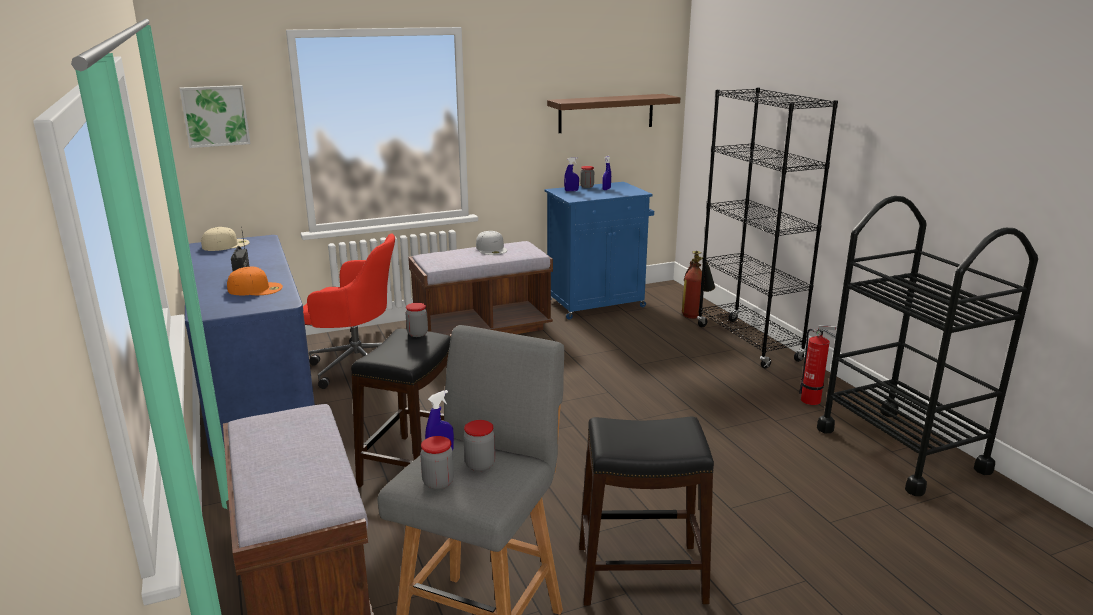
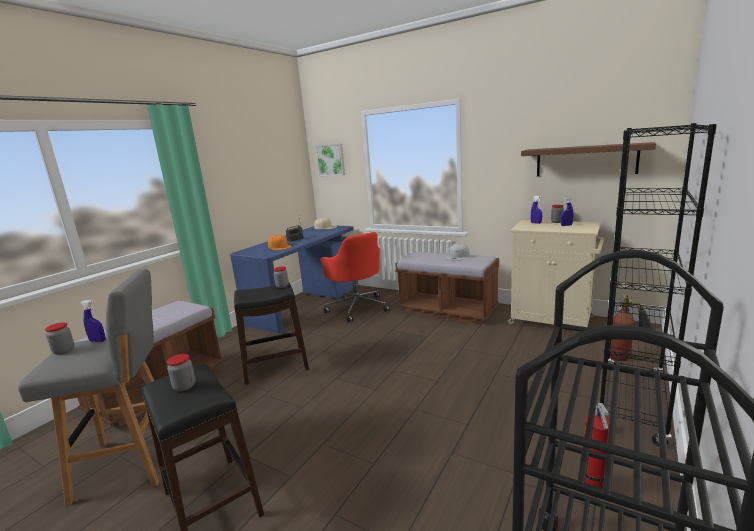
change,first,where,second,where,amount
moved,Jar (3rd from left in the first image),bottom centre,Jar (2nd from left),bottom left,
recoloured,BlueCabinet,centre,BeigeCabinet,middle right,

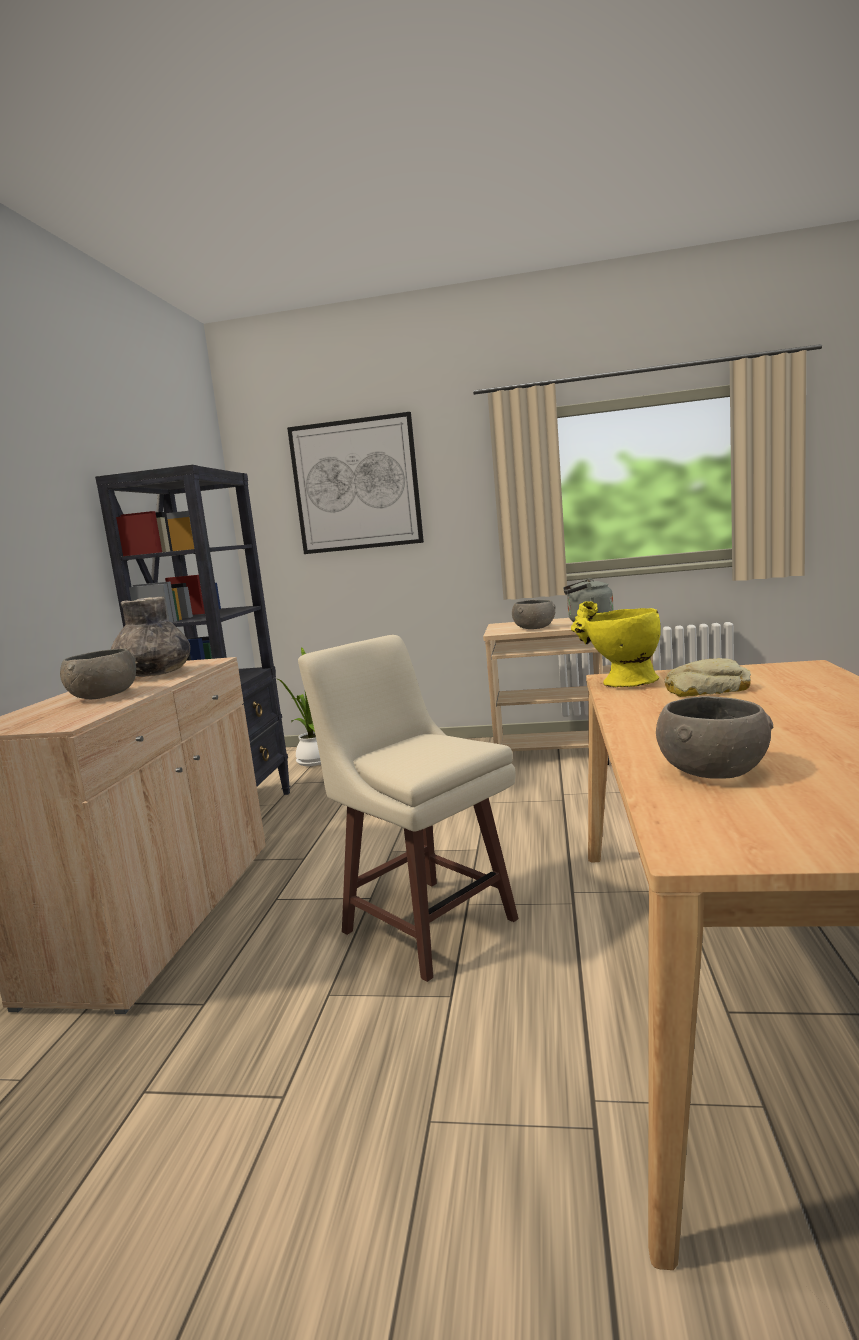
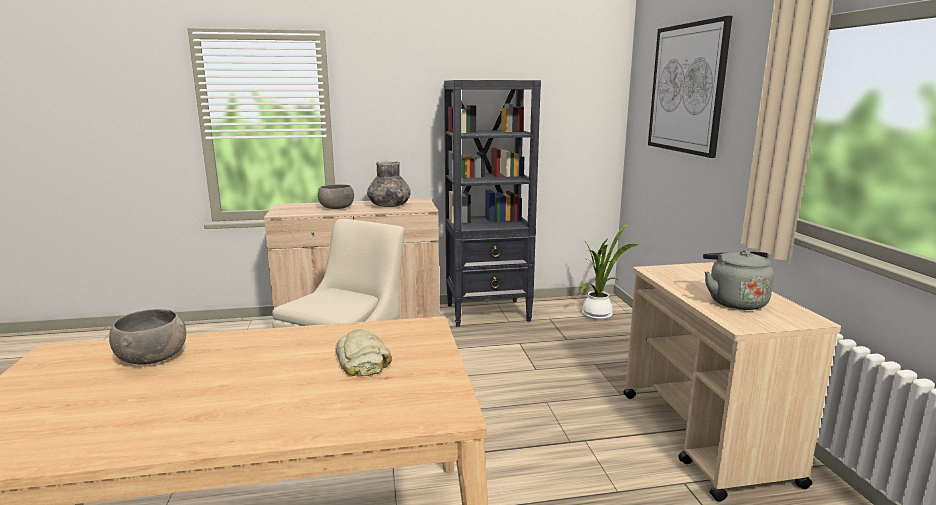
change,first,where,second,where,amount
removed,GreyBowl (2nd from left),centre,,,
removed,YellowVase,middle right,,,

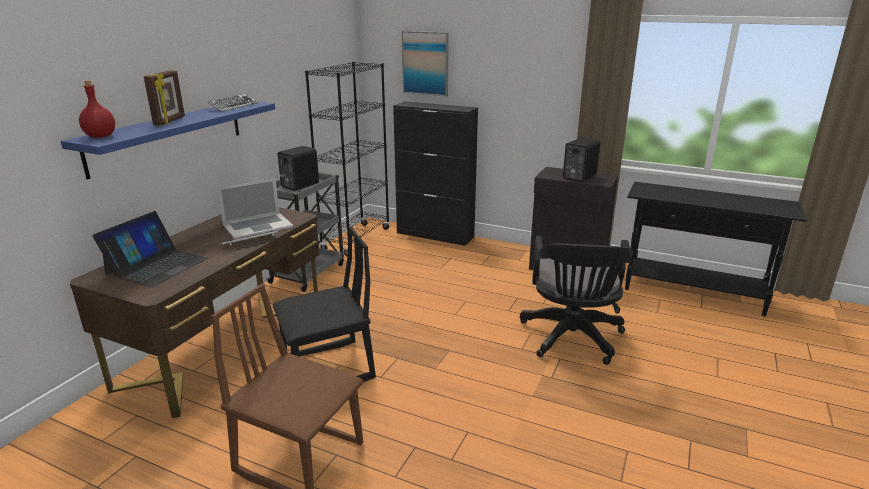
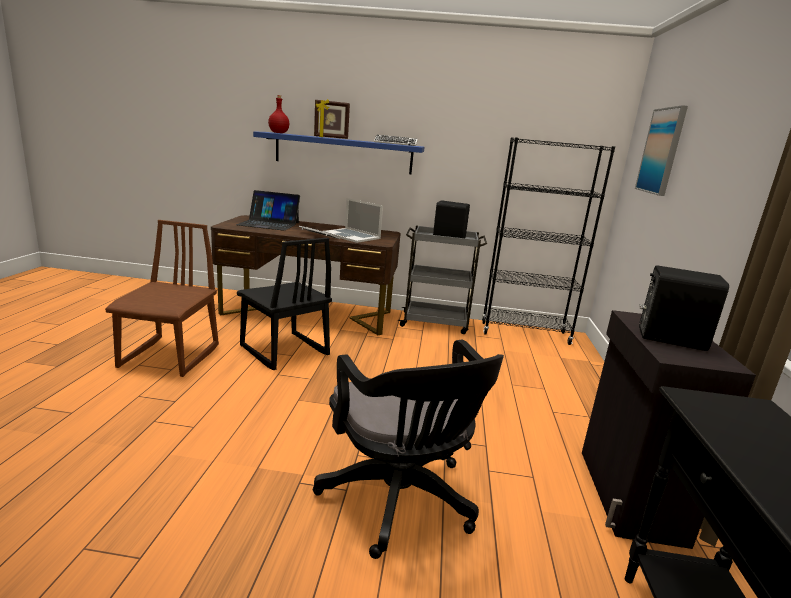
change,first,where,second,where,amount
removed,BlackCabinet (1st from left),centre,,,
turned,BlackOfficeChair,centre,,bottom centre,105 degrees counterclockwise

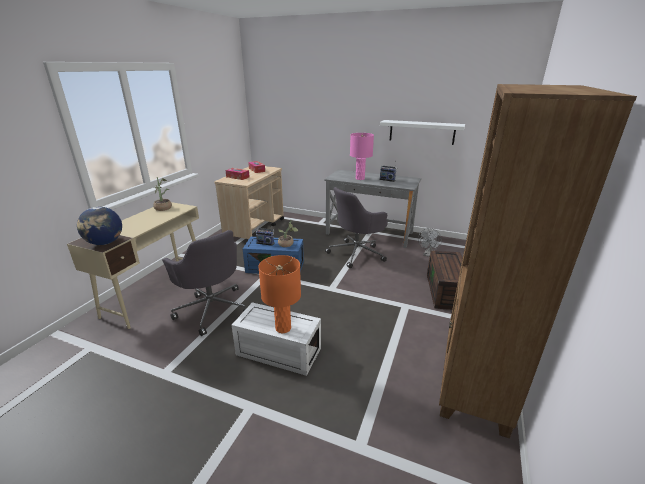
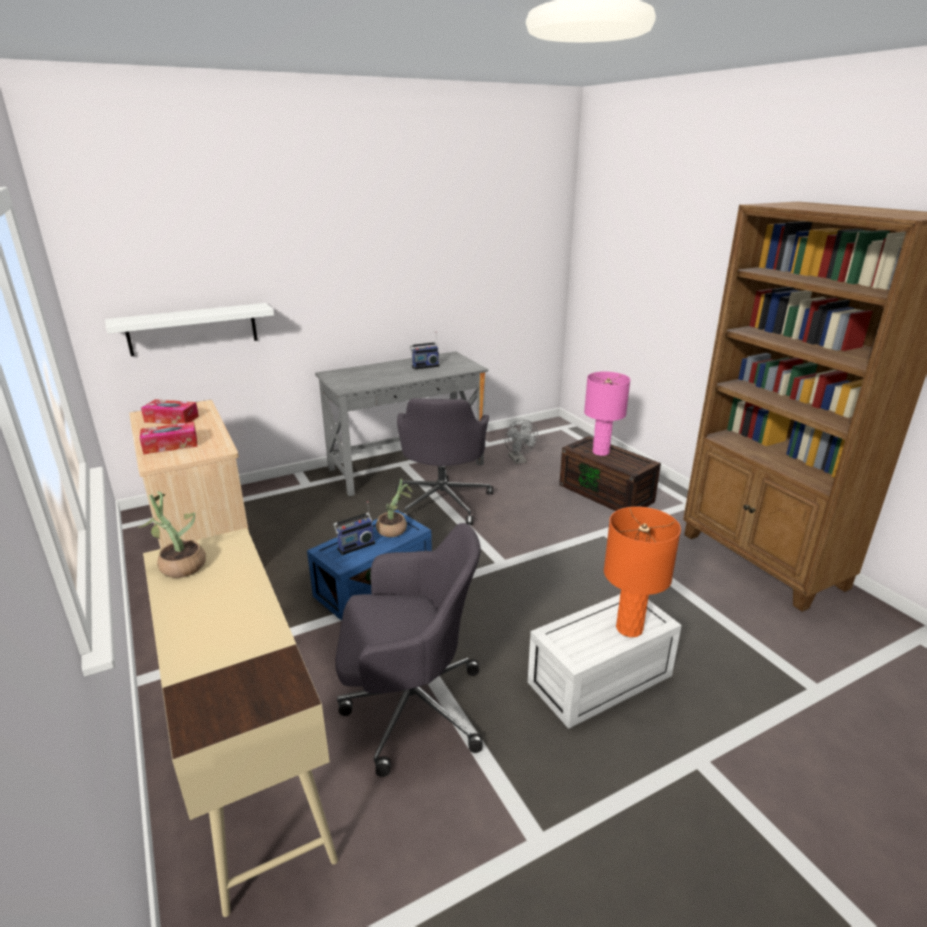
change,first,where,second,where,amount
removed,Globe,middle left,,,
moved,PinkTableLamp,top centre,,centre,
moved,WhiteShelf,top centre,,middle left,

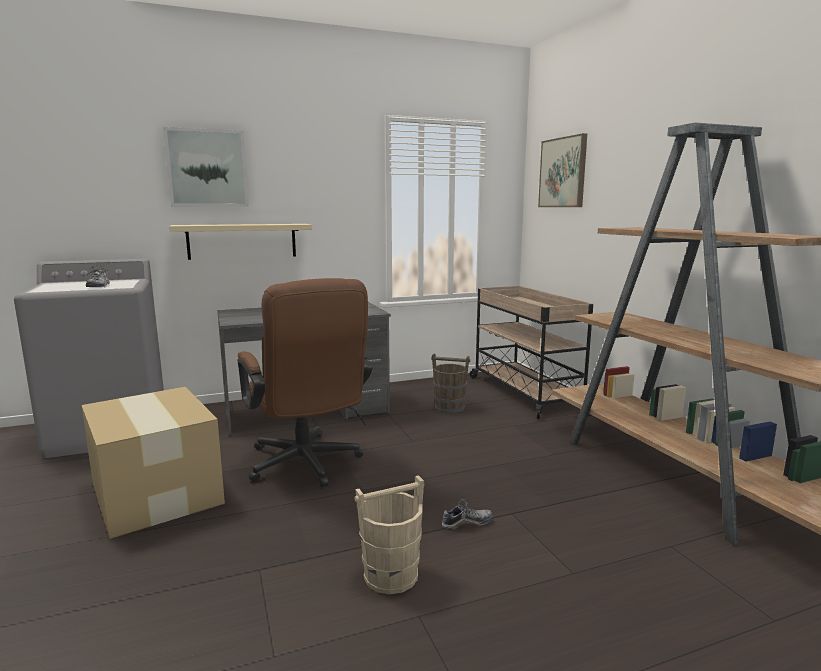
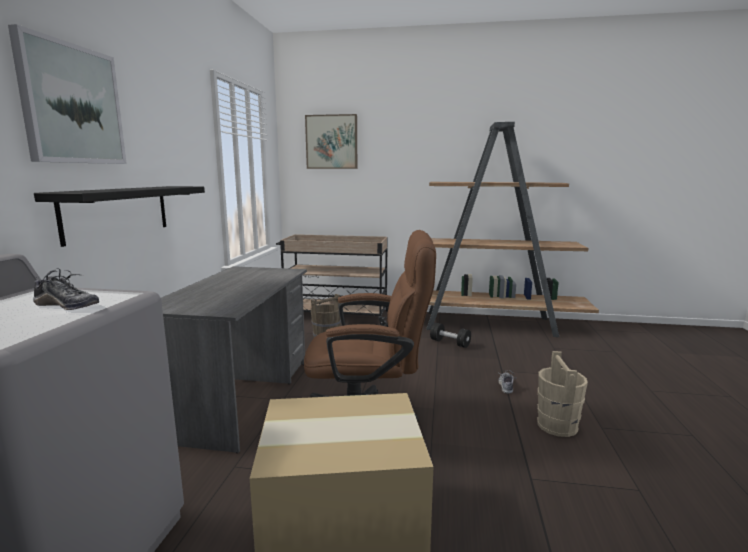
change,first,where,second,where,amount
recoloured,BeigeShelf,middle left,BlackShelf,middle left,
added,,,BlackDumbbell,centre,

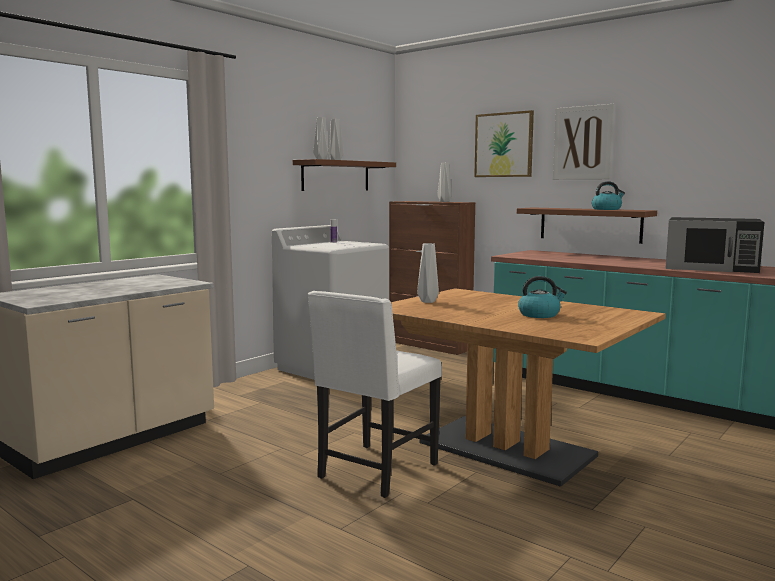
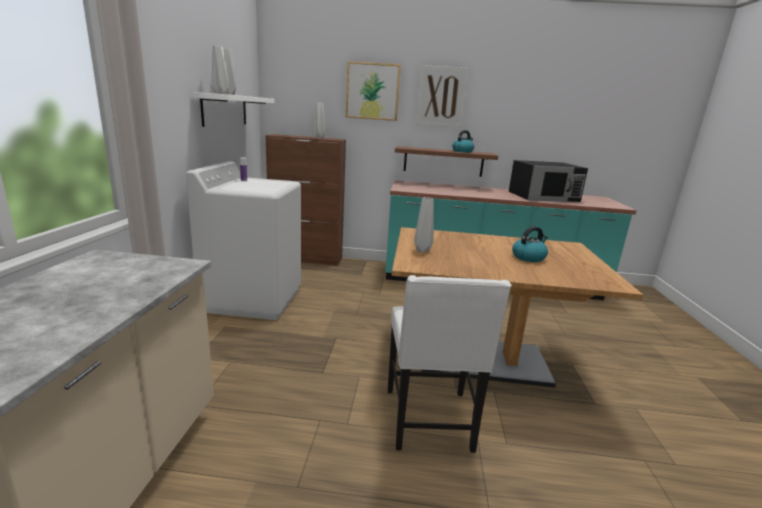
change,first,where,second,where,amount
recoloured,BrownShelf (1st from left),top centre,WhiteShelf,top left,

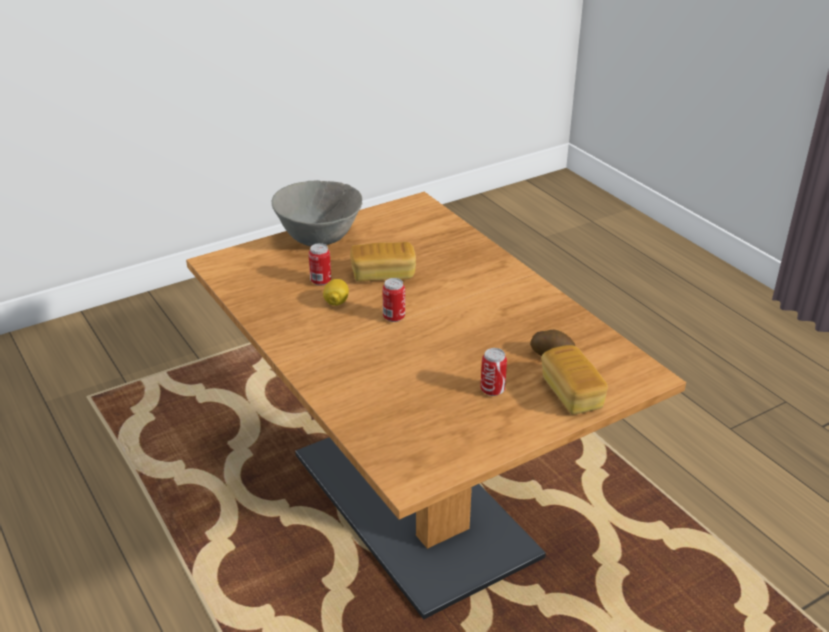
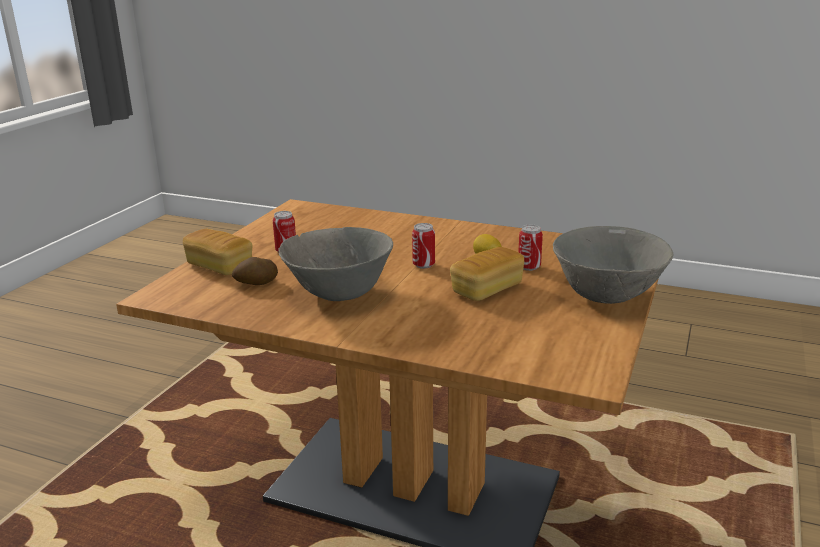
change,first,where,second,where,amount
added,,,GreyBowl (1st from left),centre,

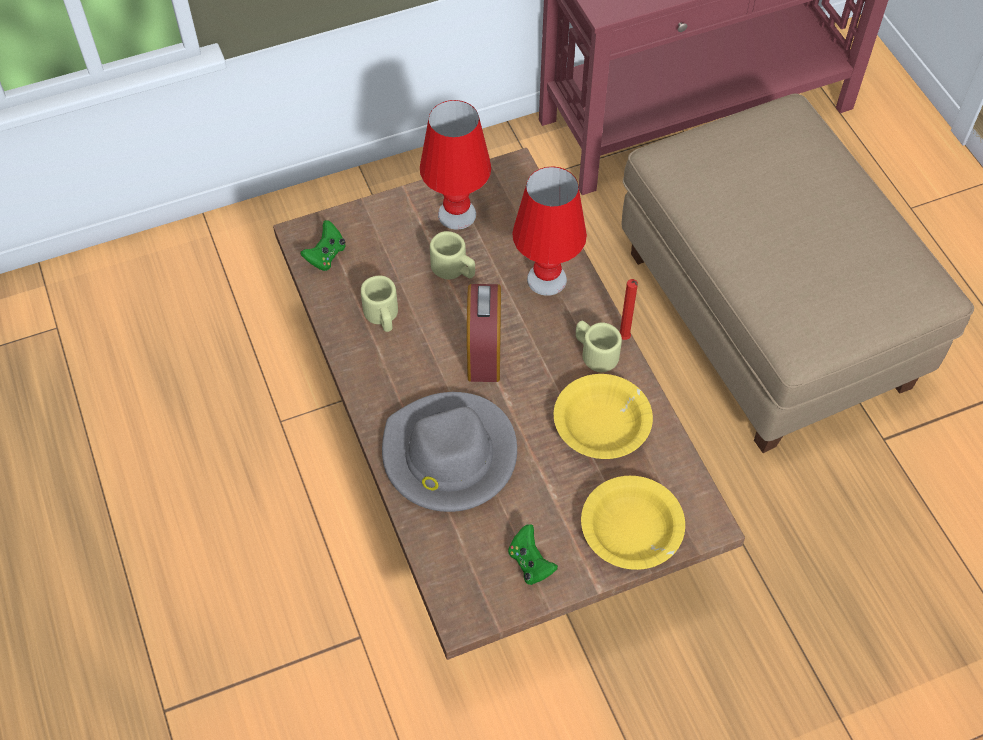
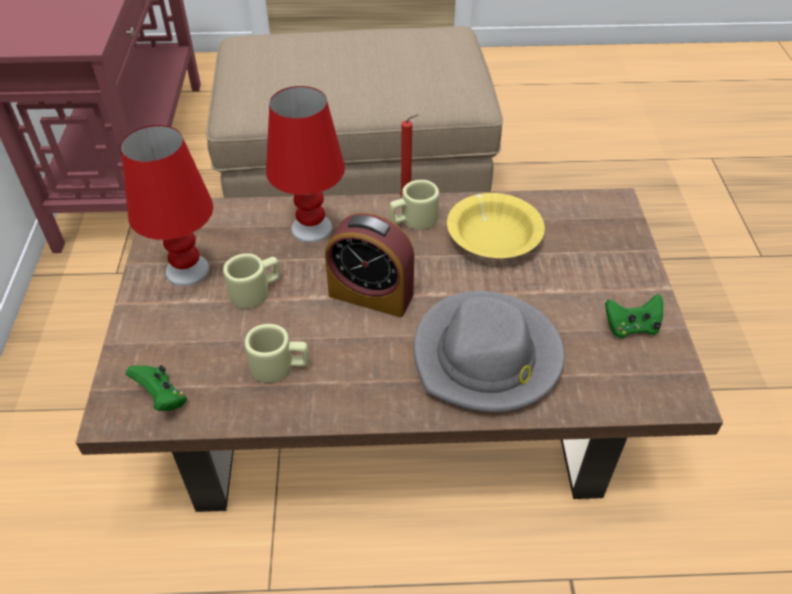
change,first,where,second,where,amount
removed,YellowBowl (2nd from left),bottom centre,,,

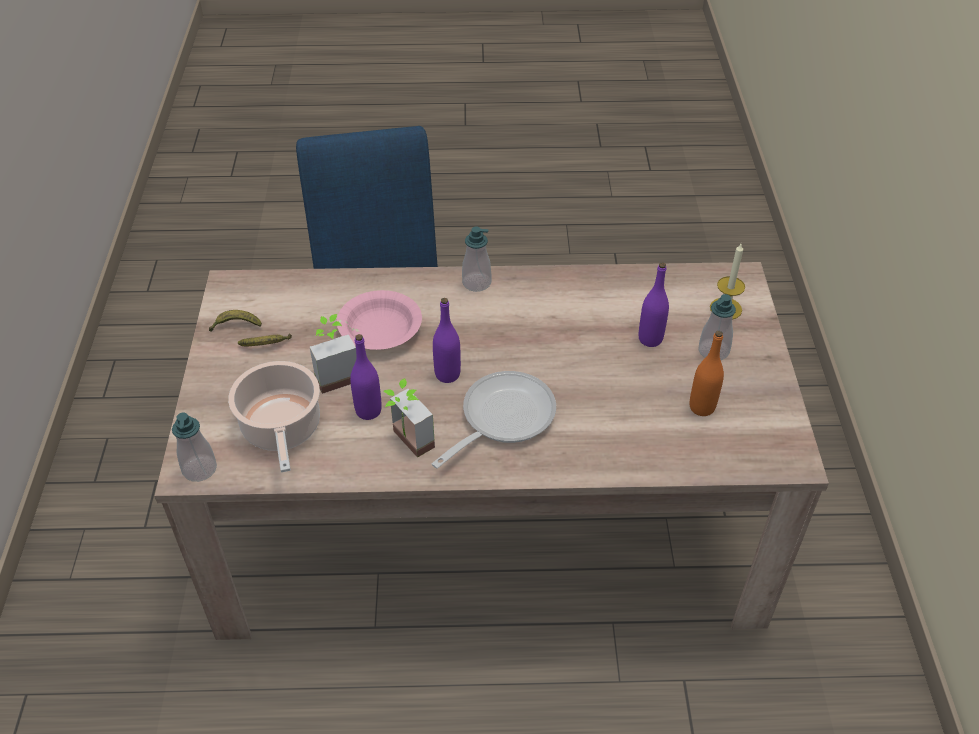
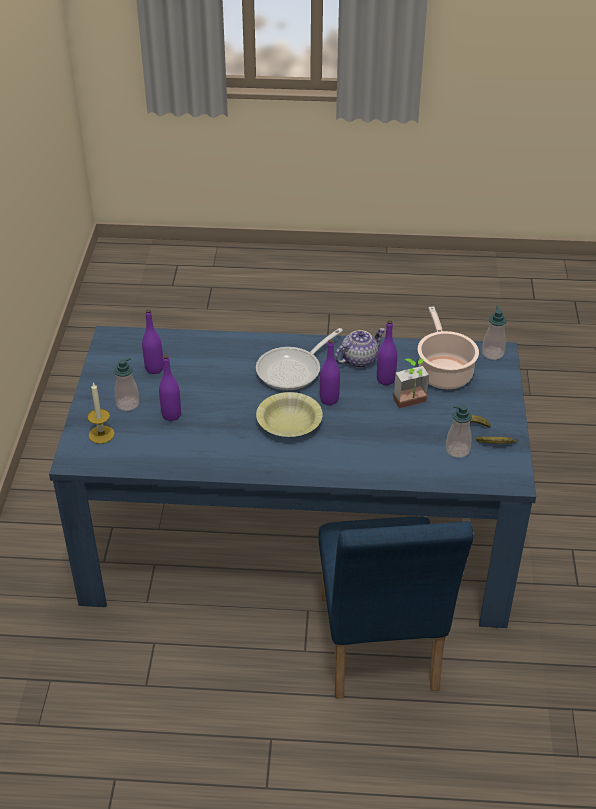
change,first,where,second,where,amount
recoloured,BeigeDiningTable,centre,BlueDiningTable,centre,
removed,PinkBowl,centre,,,
replaced,PottedPlant (2nd from left),centre,Teapot,centre,
moved,SoapDispenser (2nd from left),centre,,middle right,
recoloured,OrangeBottle,middle right,PurpleBottle (1st from left),middle left,
added,,,YellowBowl,centre,

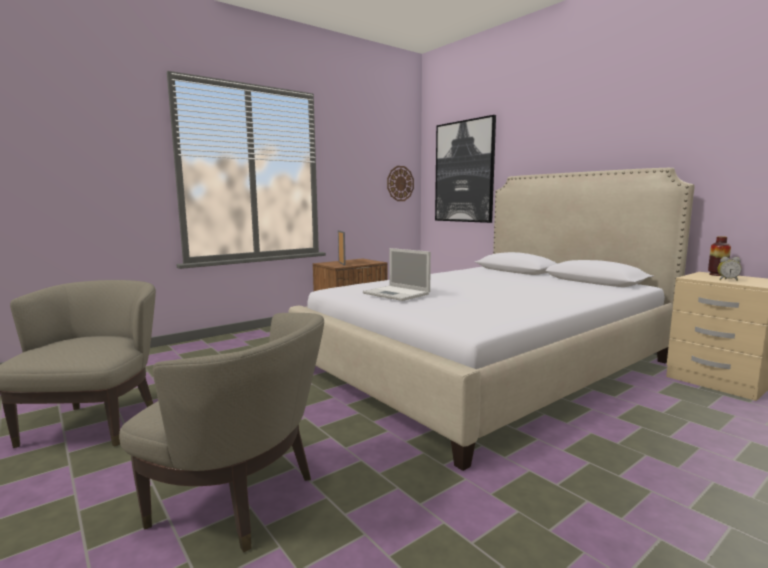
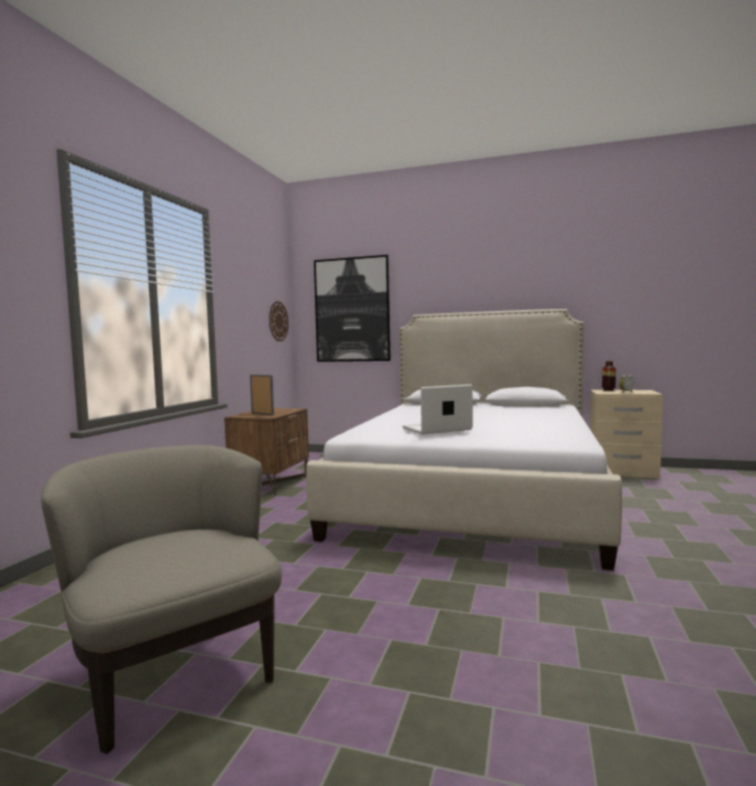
change,first,where,second,where,amount
removed,BeigeArmchair (2nd from left),bottom left,,,
turned,Laptop,centre,,centre,150 degrees clockwise

